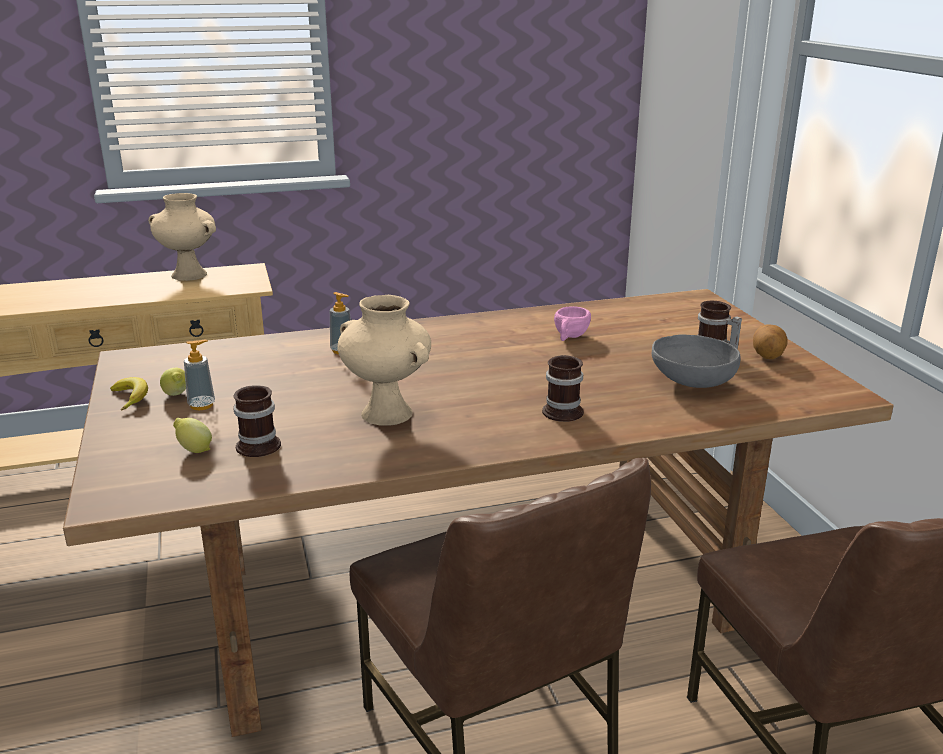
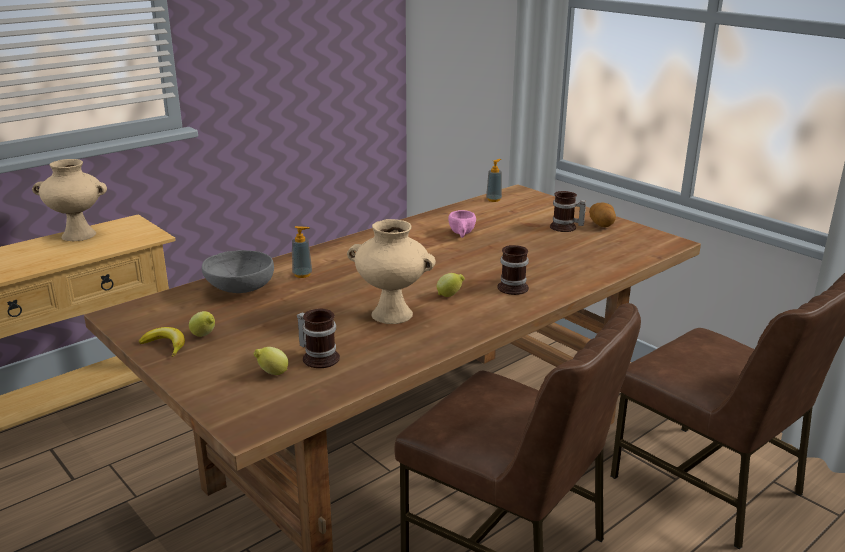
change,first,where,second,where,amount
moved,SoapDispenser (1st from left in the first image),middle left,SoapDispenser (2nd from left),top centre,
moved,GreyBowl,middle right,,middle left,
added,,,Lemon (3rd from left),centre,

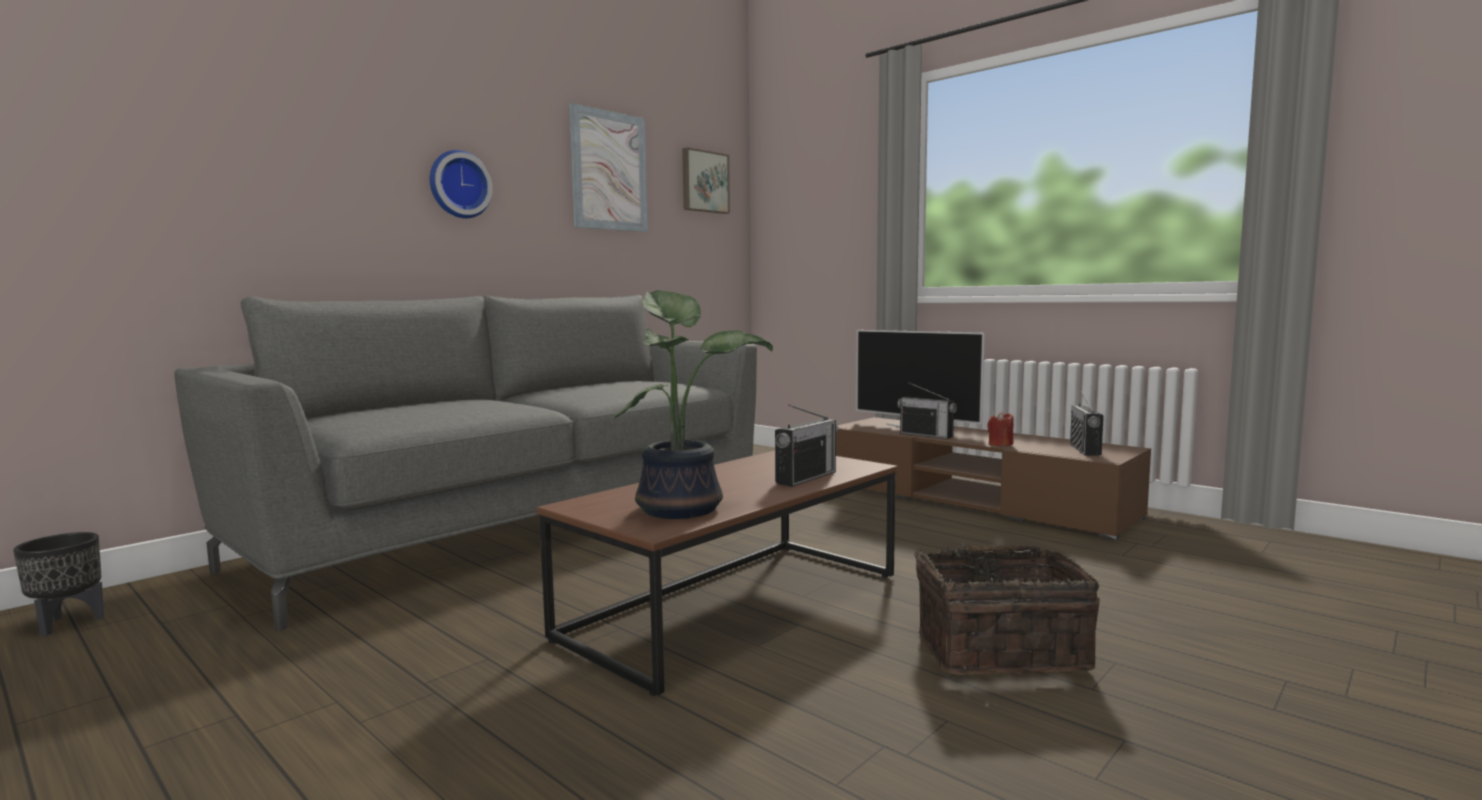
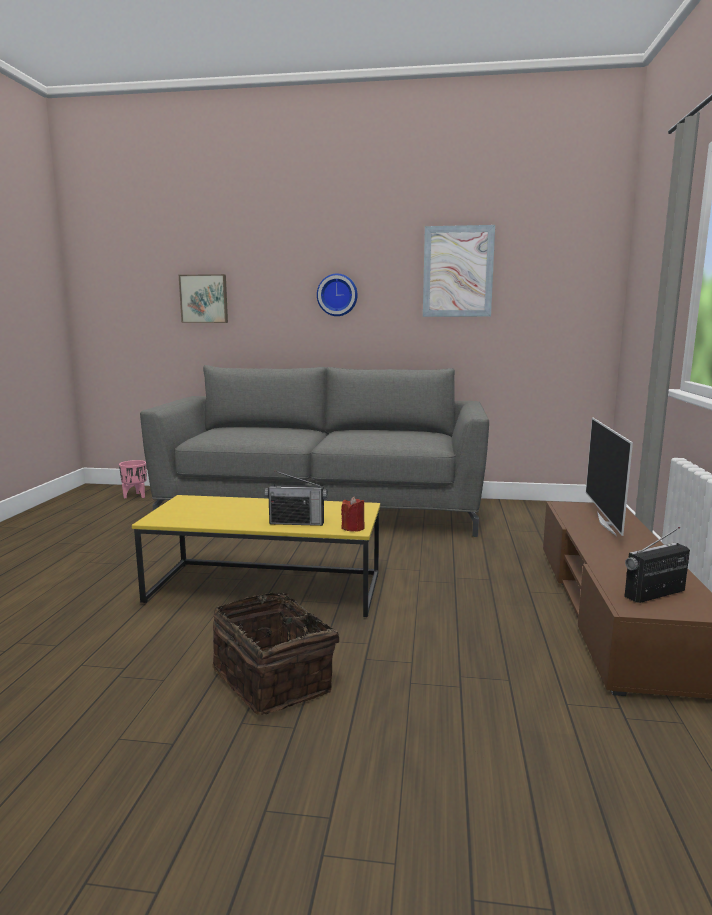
change,first,where,second,where,amount
recoloured,BlackPlanter,bottom left,PinkPlanter,middle left,
recoloured,BrownCoffeeTable,bottom centre,YellowCoffeeTable,centre,
removed,PottedPlant,centre,,,
moved,Picture (2nd from left in the first image),top centre,Picture (1st from left),top left,
removed,Radio (2nd from left),centre,,,
moved,RedCandle,middle right,,centre,

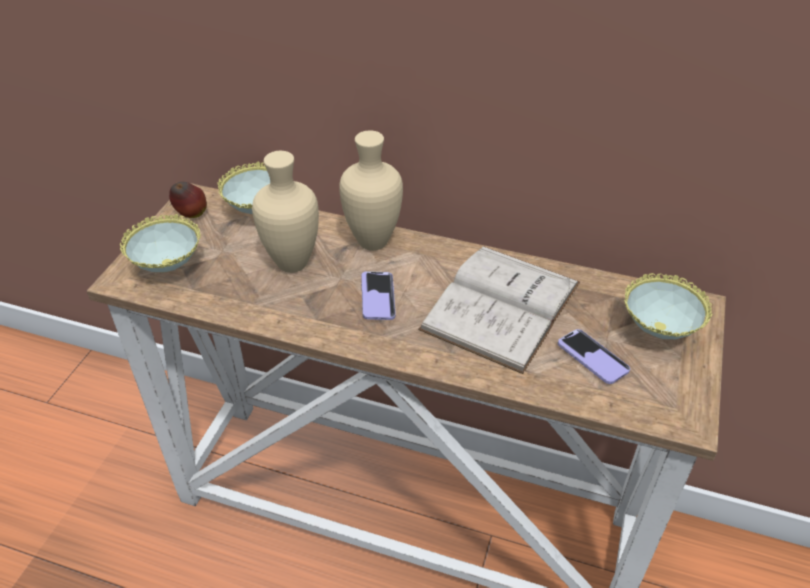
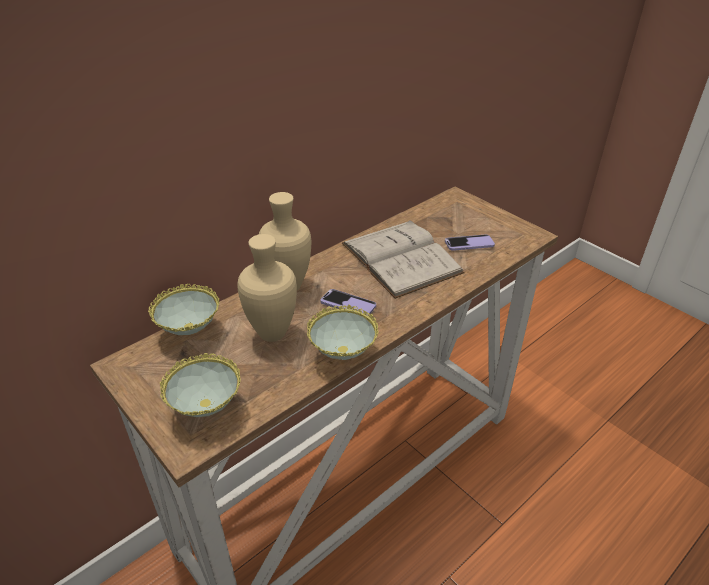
change,first,where,second,where,amount
removed,Apple,middle left,,,
moved,Bowl (3rd from left),middle right,,centre,

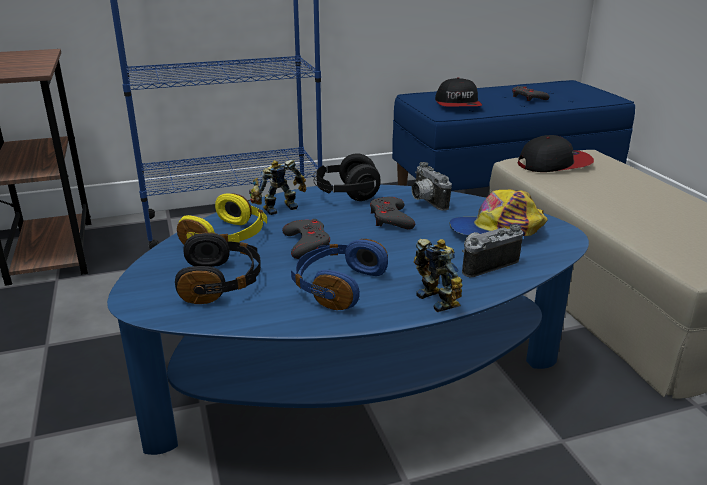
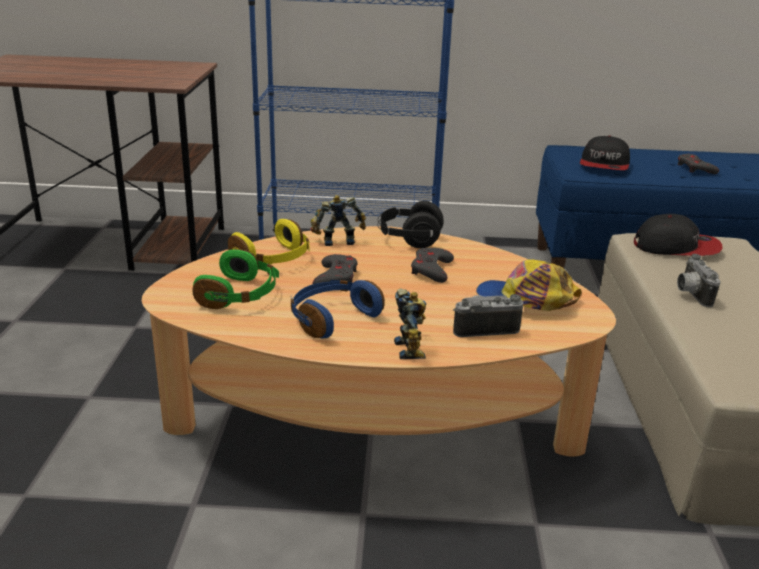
change,first,where,second,where,amount
recoloured,BlueCoffeeTable,centre,BeigeCoffeeTable,centre,
recoloured,BlackHeadphones (1st from left),middle left,GreenHeadphones,middle left,
moved,PhotoCamera (1st from left in the first image),centre,PhotoCamera (2nd from left),middle right,

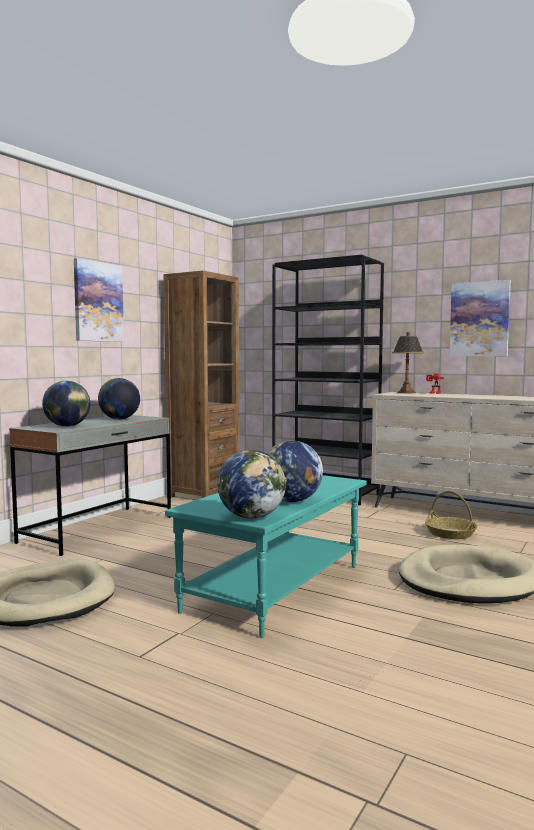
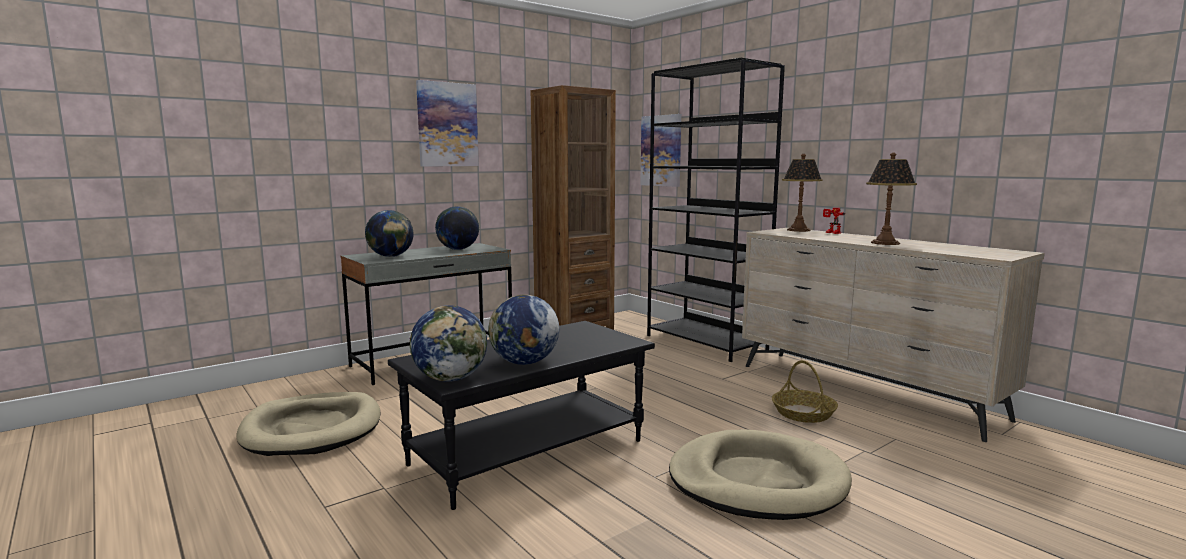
change,first,where,second,where,amount
recoloured,TurquoiseCoffeeTable,bottom centre,BlackCoffeeTable,bottom centre,
moved,Picture (2nd from left),middle right,,top centre,
added,,,TableLamp (2nd from left),middle right,

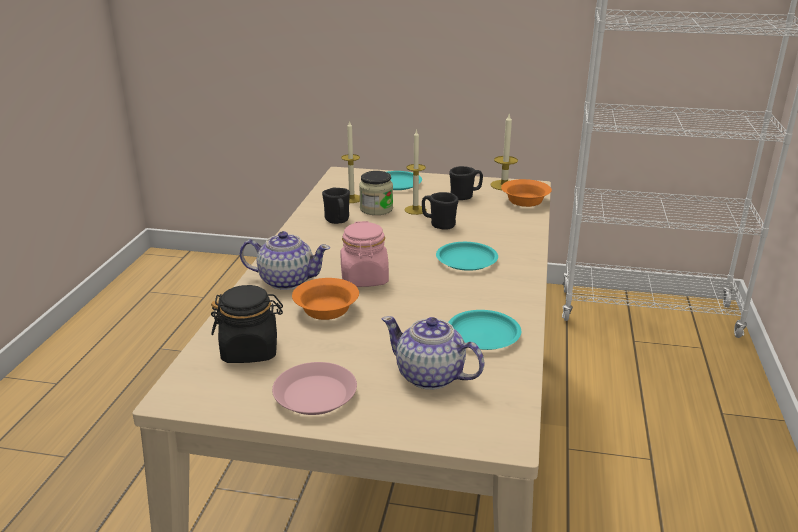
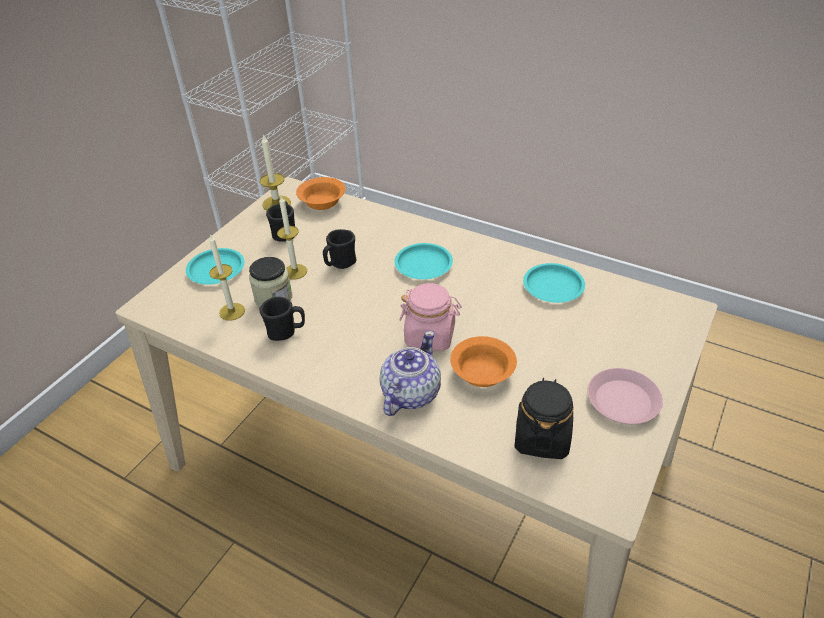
change,first,where,second,where,amount
removed,Teapot (2nd from left),centre,,,

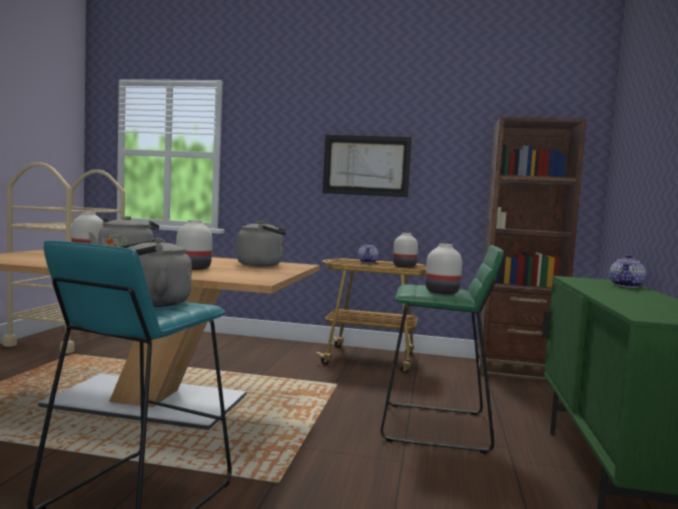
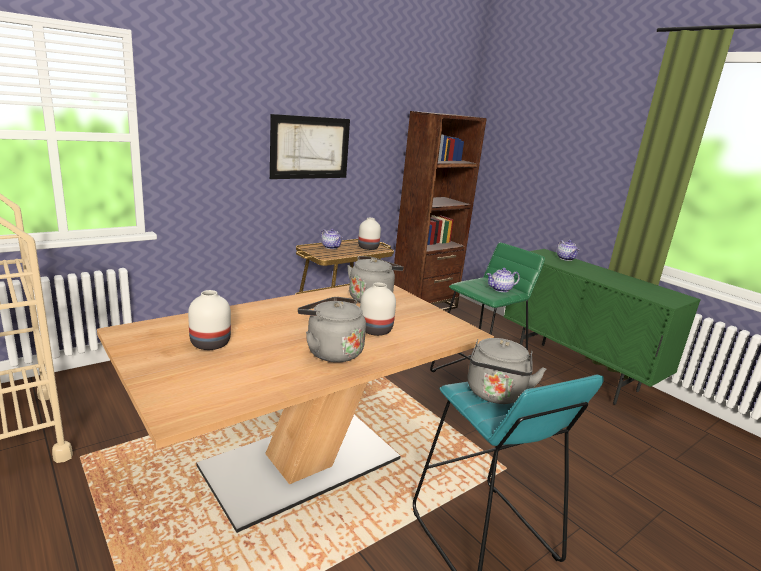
change,first,where,second,where,amount
replaced,WhiteVase (4th from left),centre,Teapot (2nd from left),centre,

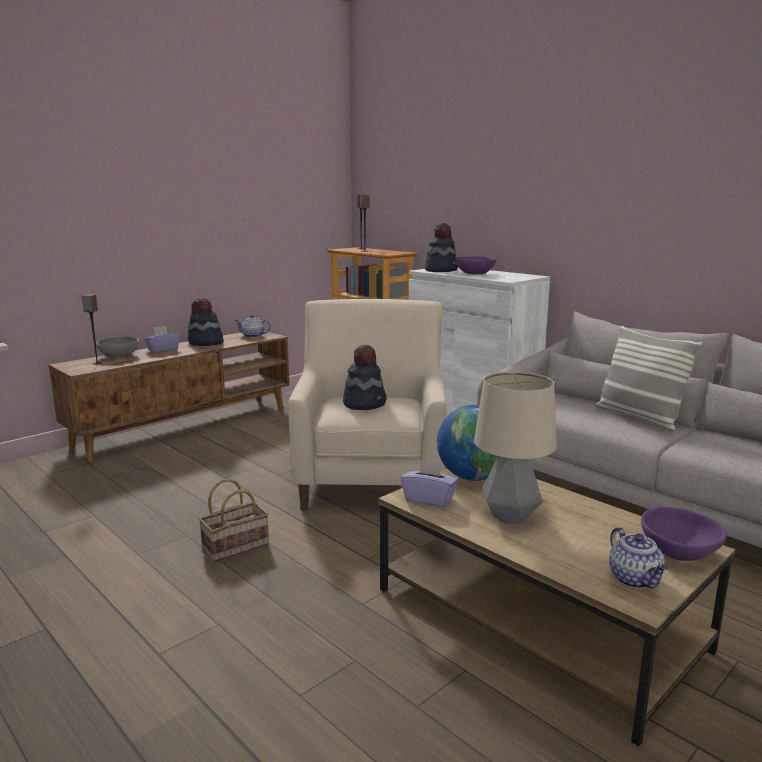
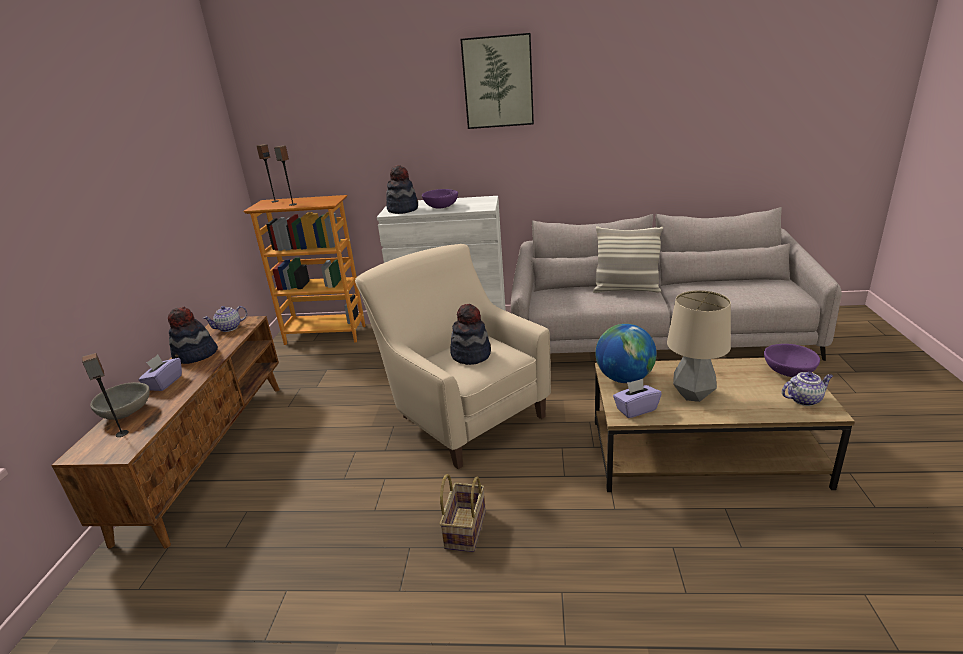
change,first,where,second,where,amount
turned,Teapot (2nd from left),bottom right,,middle right,45 degrees counterclockwise
added,,,Picture,top centre,

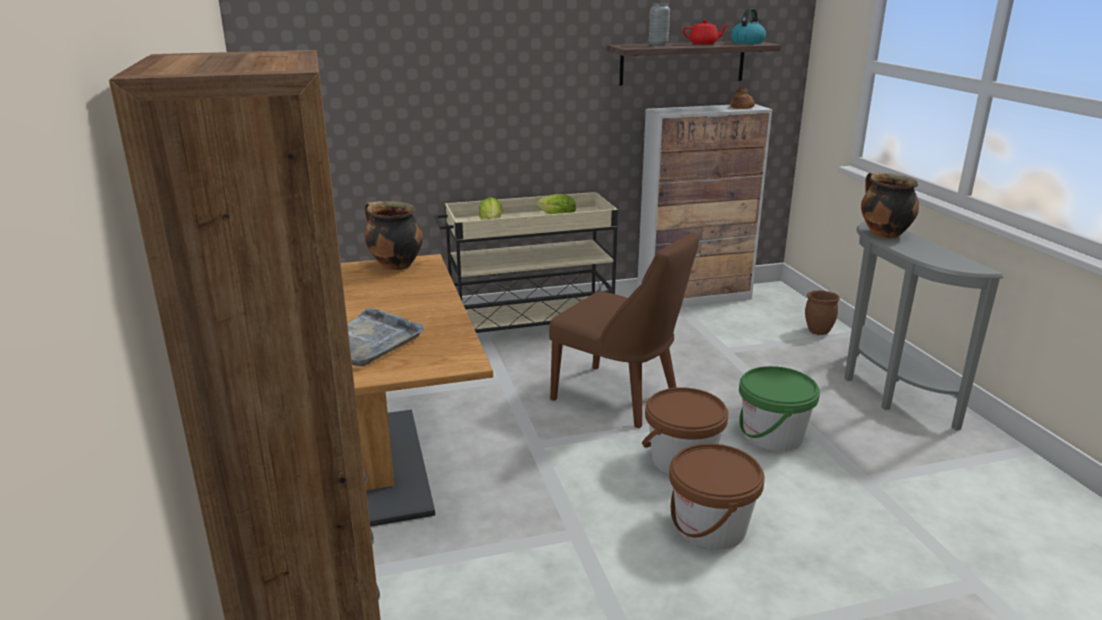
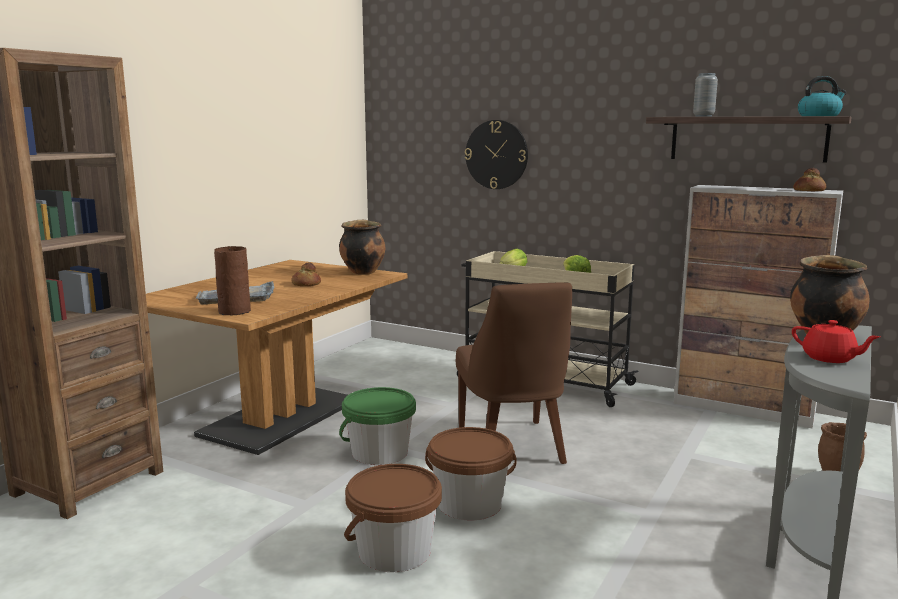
change,first,where,second,where,amount
moved,RedTeapot,top centre,,middle right,
moved,GreenBucket,middle right,,bottom centre,
added,,,BrownVase,middle left,
added,,,Bread (1st from left),centre,
added,,,WallClock,top centre,

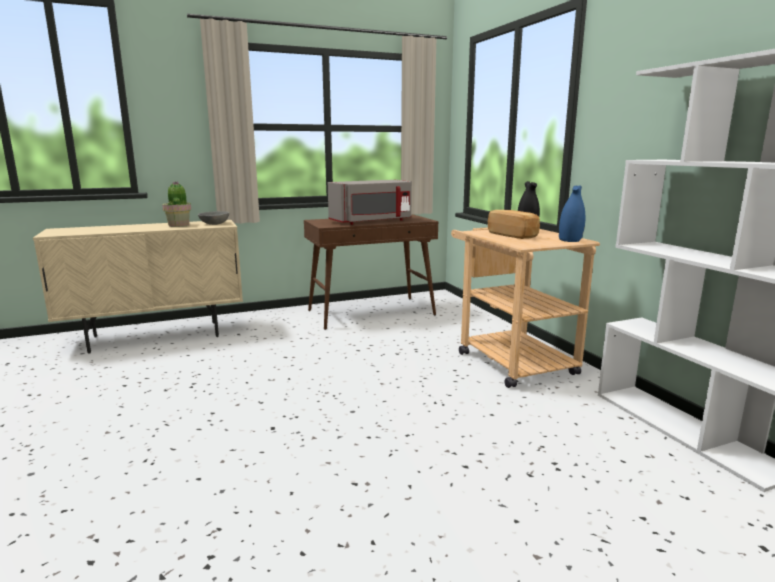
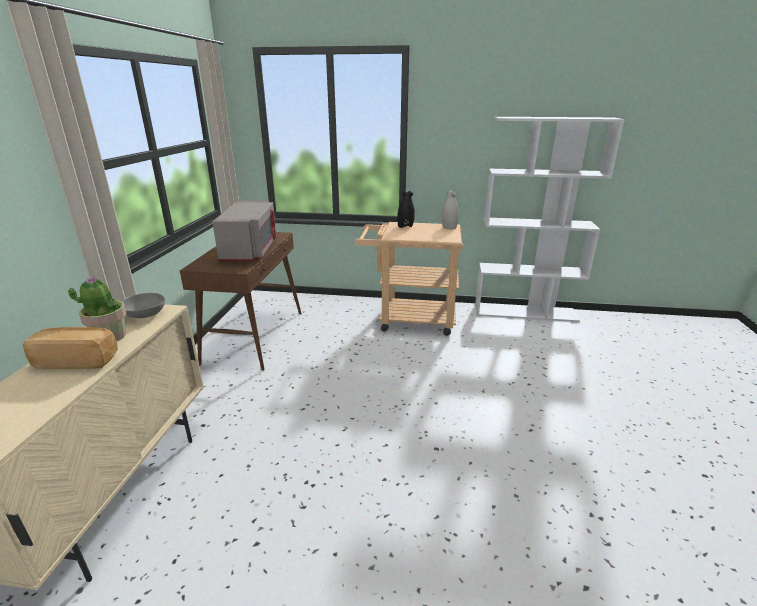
change,first,where,second,where,amount
moved,Bread,centre,,middle left,
recoloured,BlueVase,middle right,WhiteVase,centre,

